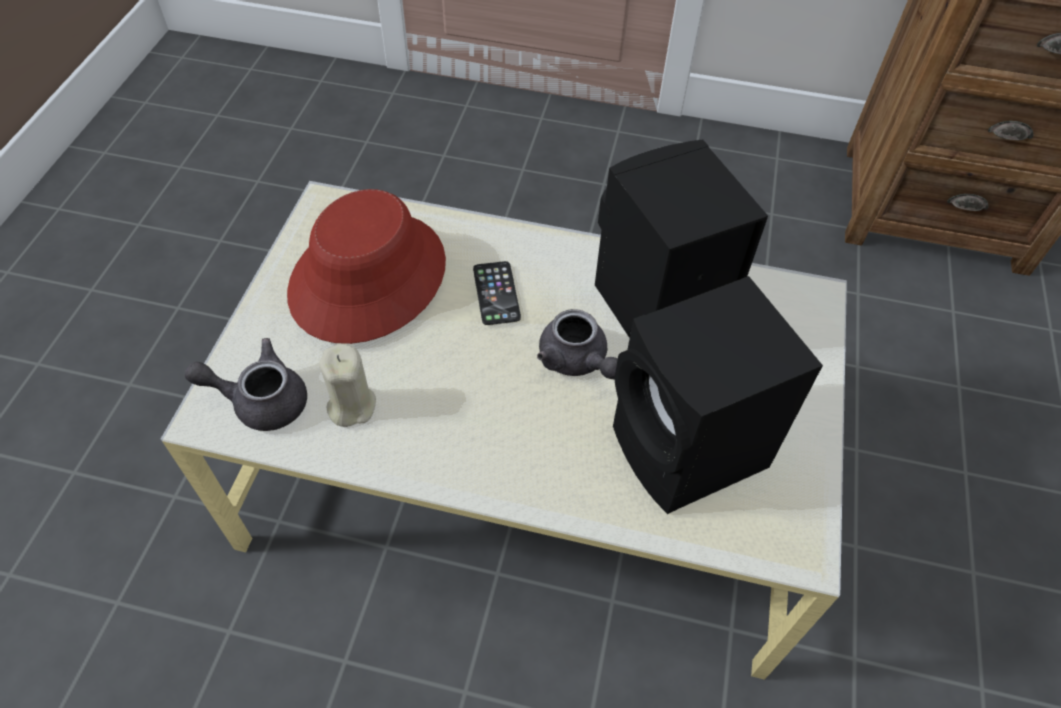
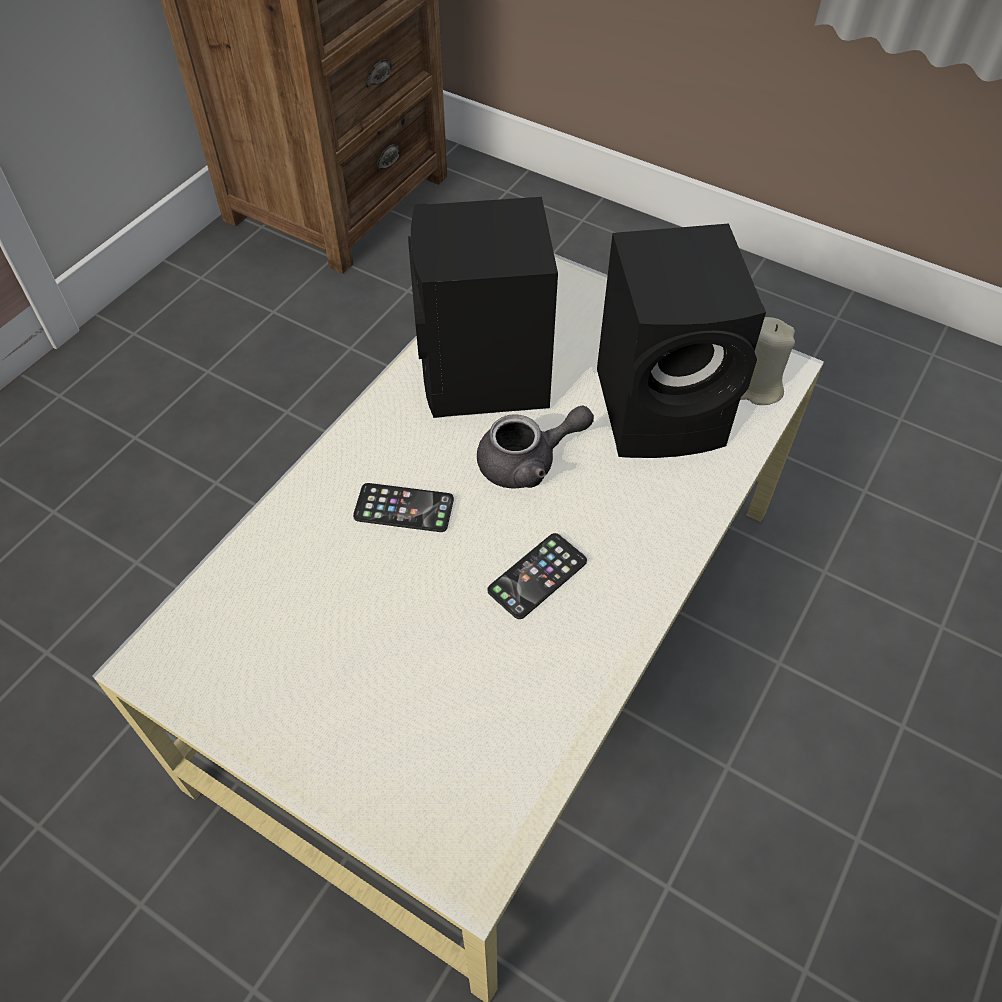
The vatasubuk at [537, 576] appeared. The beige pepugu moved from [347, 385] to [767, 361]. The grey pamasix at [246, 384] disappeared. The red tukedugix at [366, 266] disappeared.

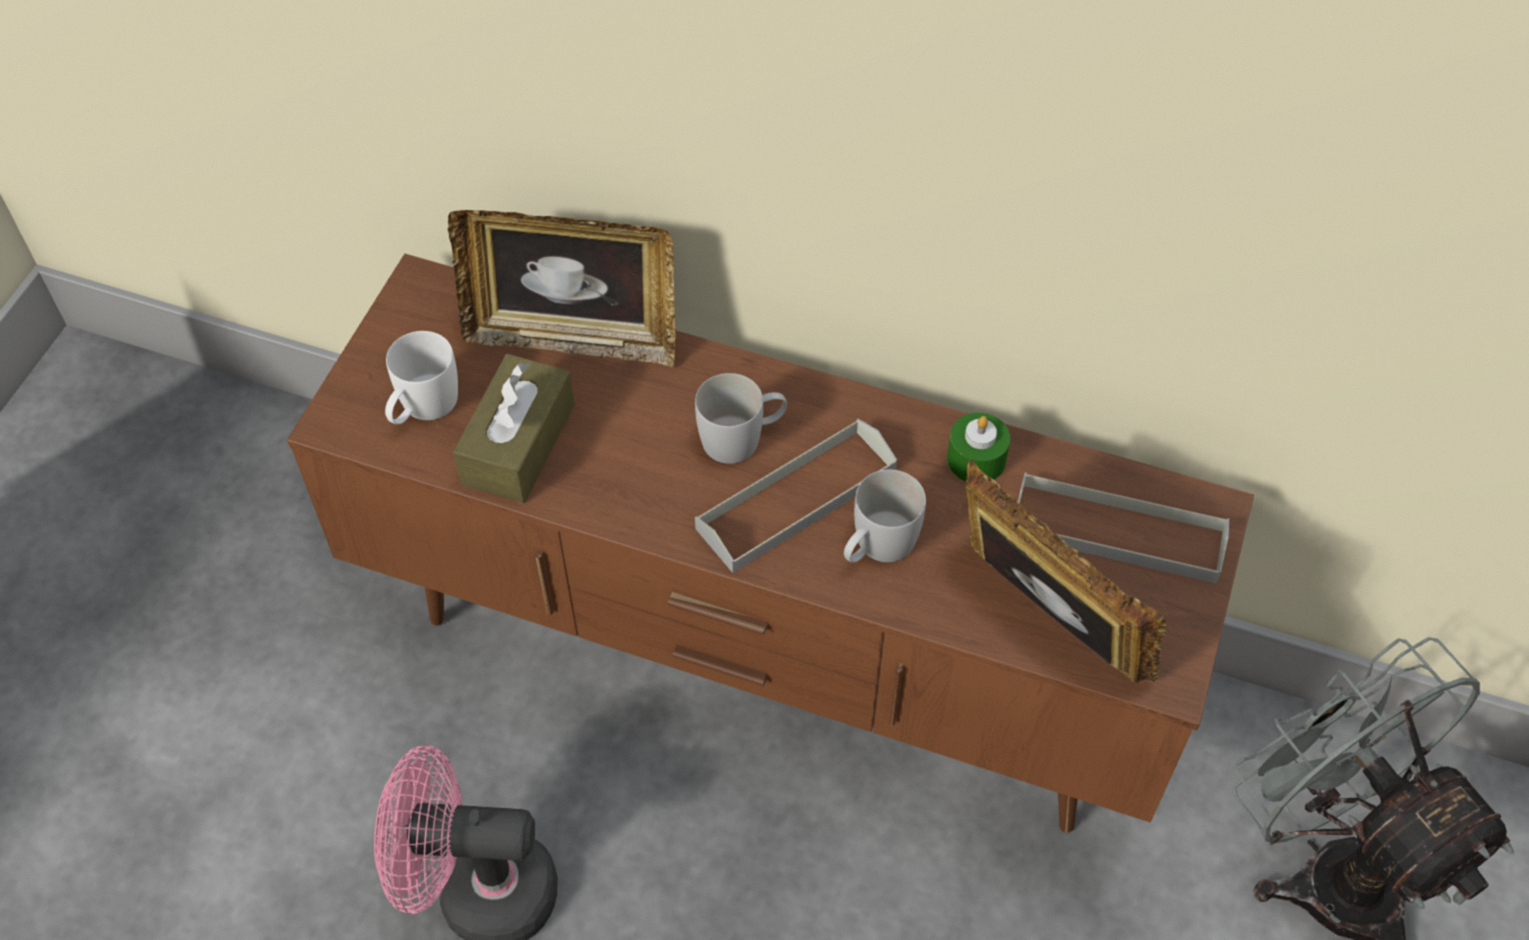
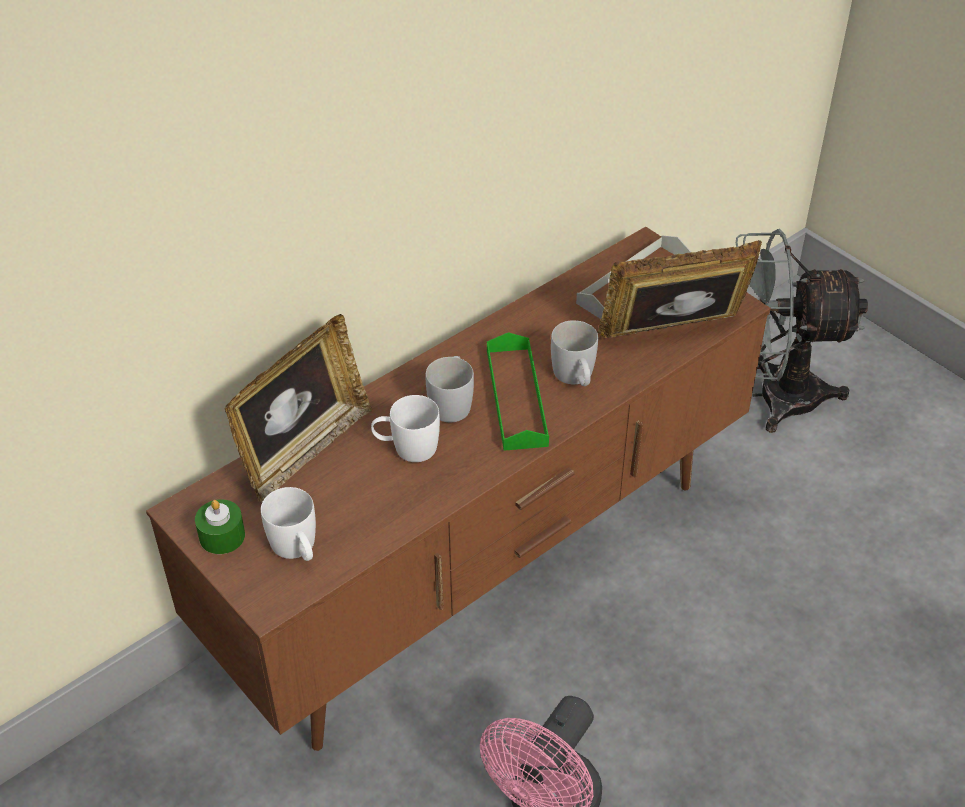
The green pepugu moved from [978, 447] to [220, 526]. The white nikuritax at [405, 428] appeared. The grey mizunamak at [796, 496] became the green mizunamak at [518, 391]. The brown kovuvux at [514, 428] disappeared.

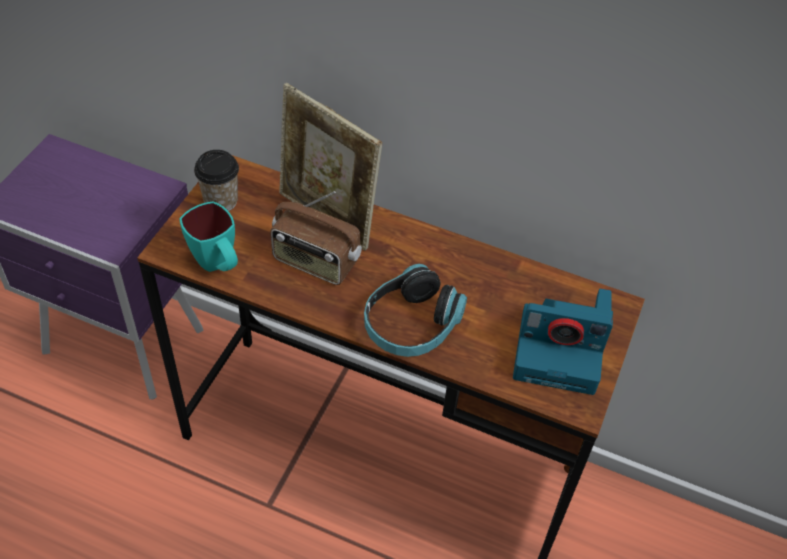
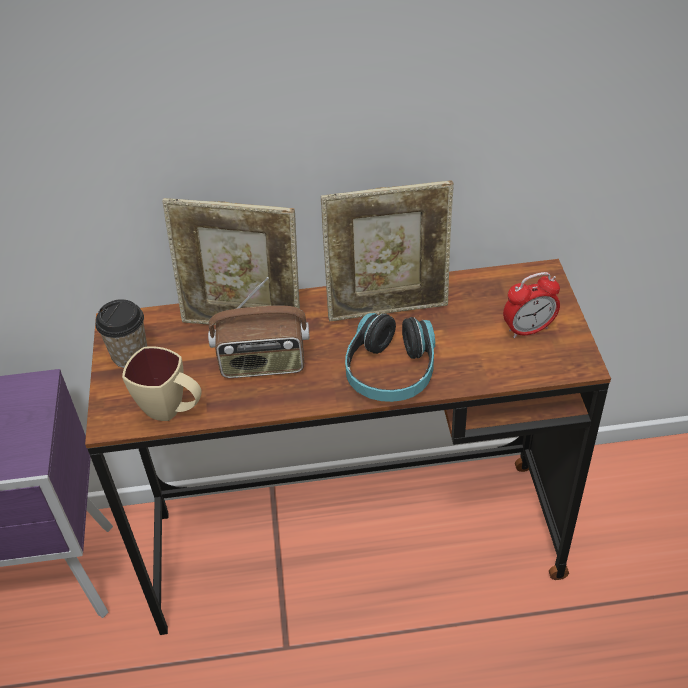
The turquoise nikuritax at [208, 237] became the beige nikuritax at [162, 383]. The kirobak at [387, 251] appeared. The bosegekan at [563, 341] was replaced by the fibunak at [531, 305].

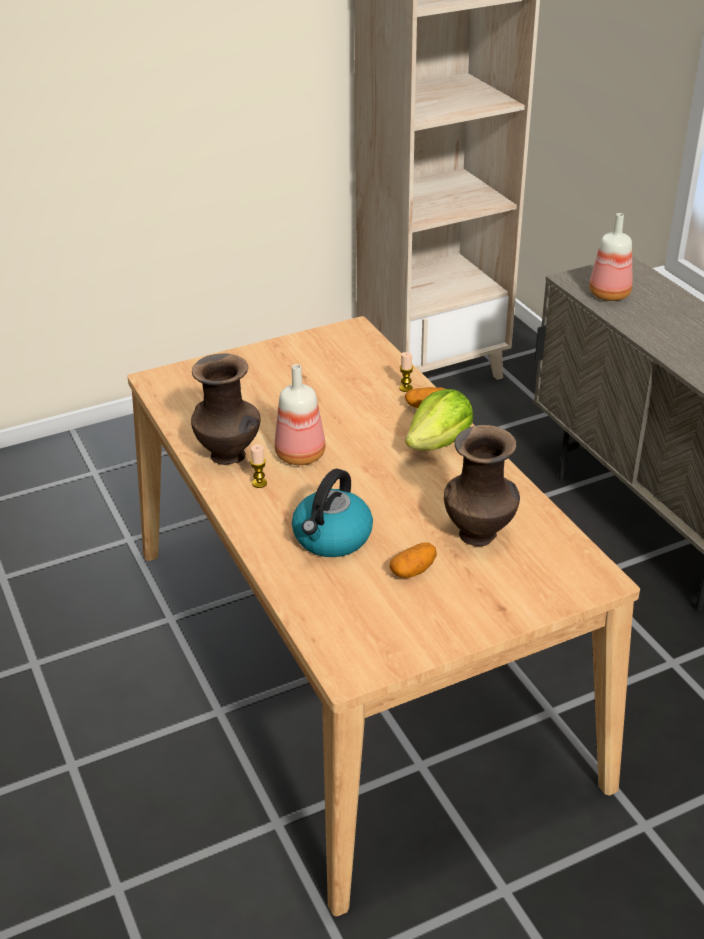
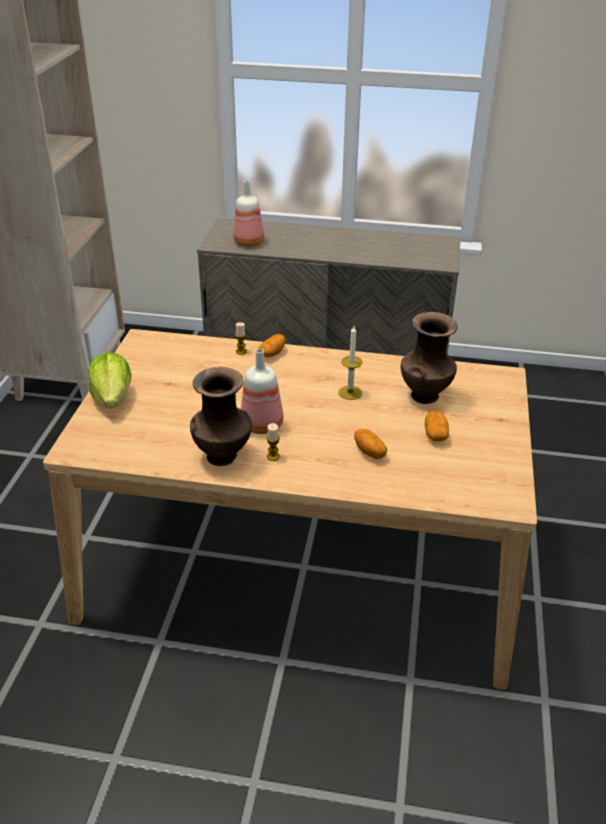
The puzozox moved from [439, 420] to [109, 380]. The pepugu at [350, 363] appeared. The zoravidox at [332, 513] was replaced by the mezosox at [370, 444].

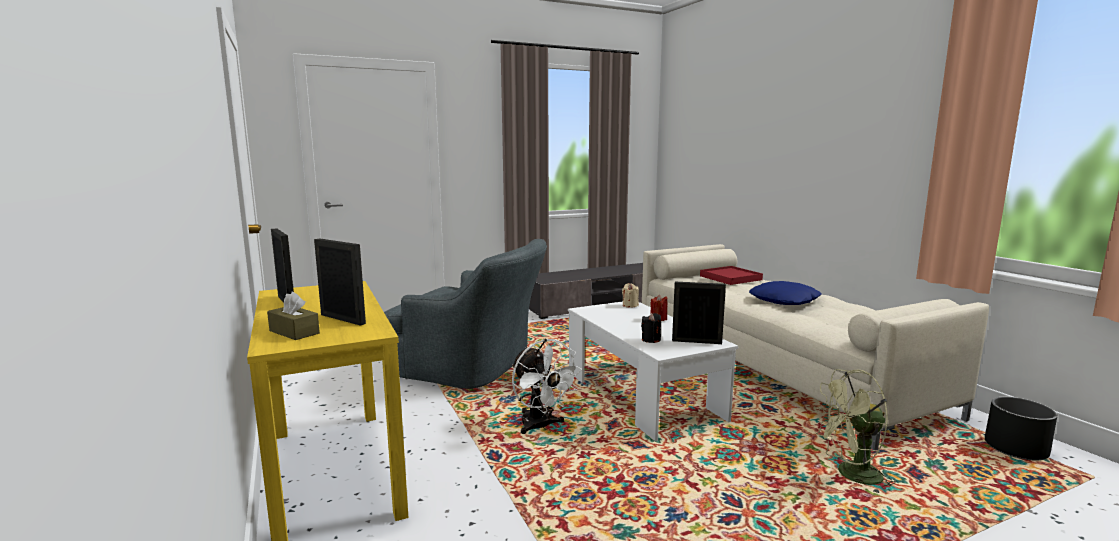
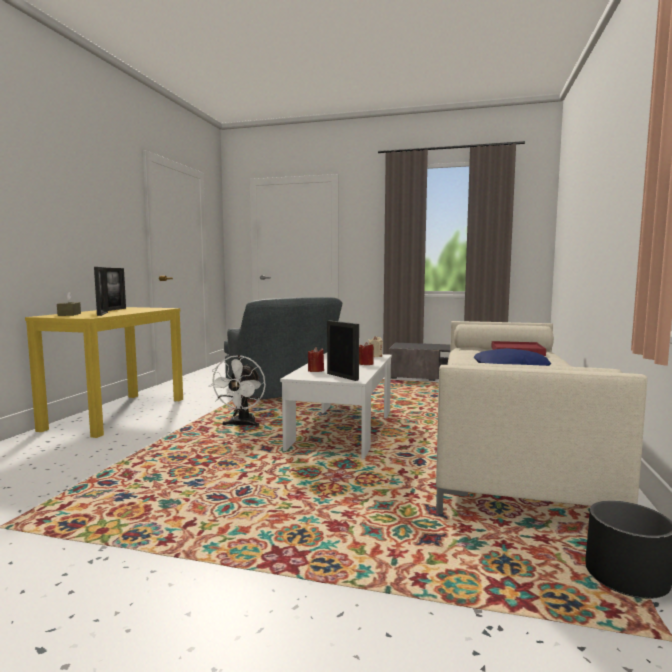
The black pepugu at [651, 328] became the red pepugu at [316, 359]. The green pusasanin at [855, 431] disappeared.

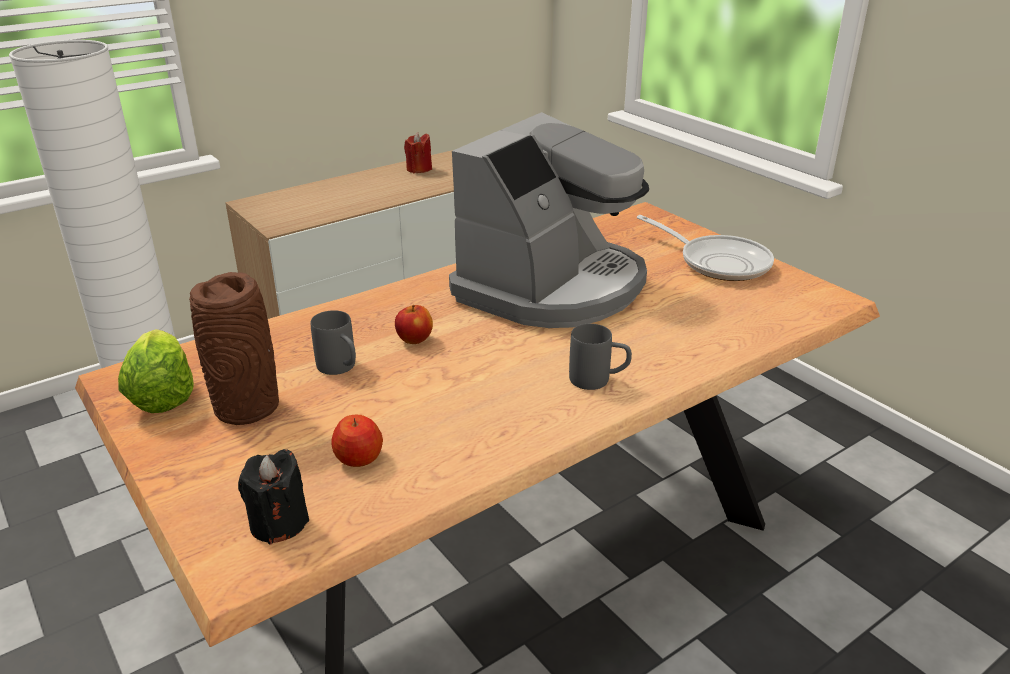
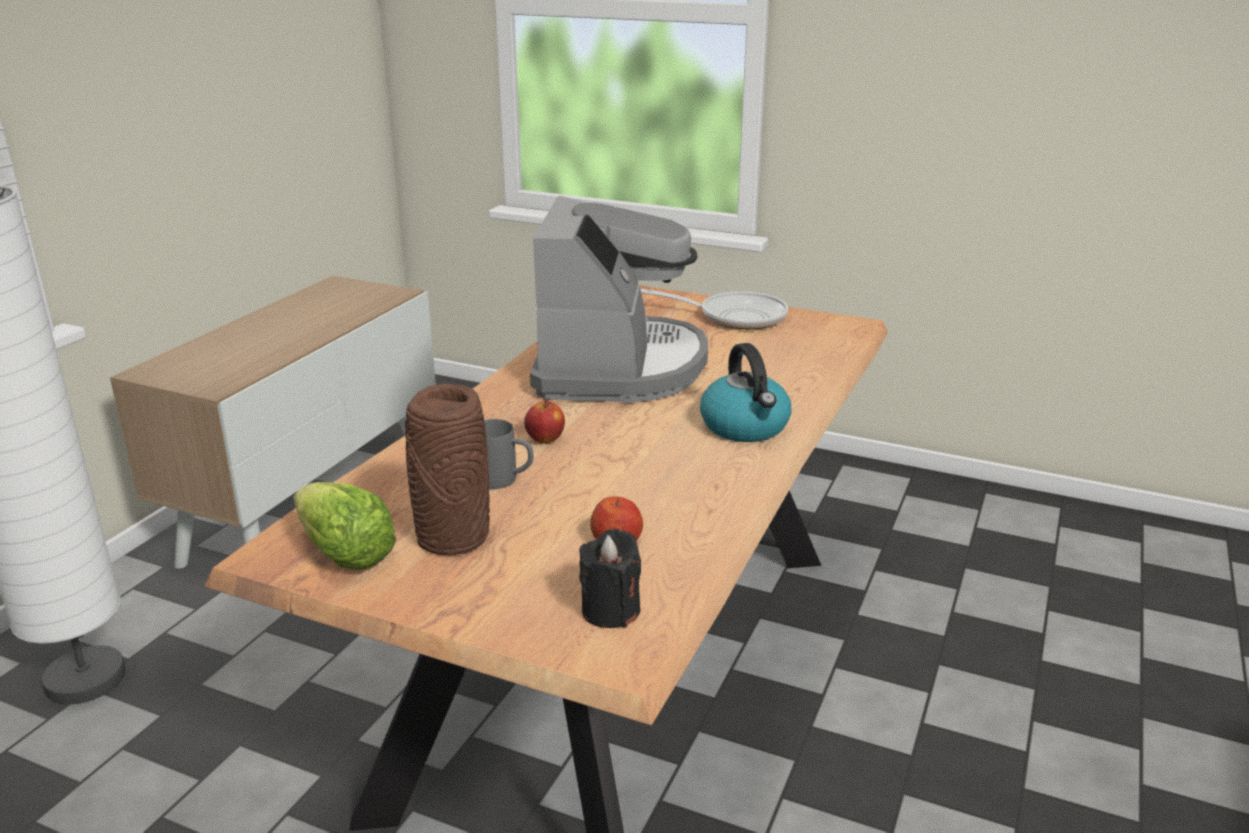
The grey nikuritax at [600, 357] was replaced by the zoravidox at [745, 392]. The red pepugu at [418, 152] disappeared.

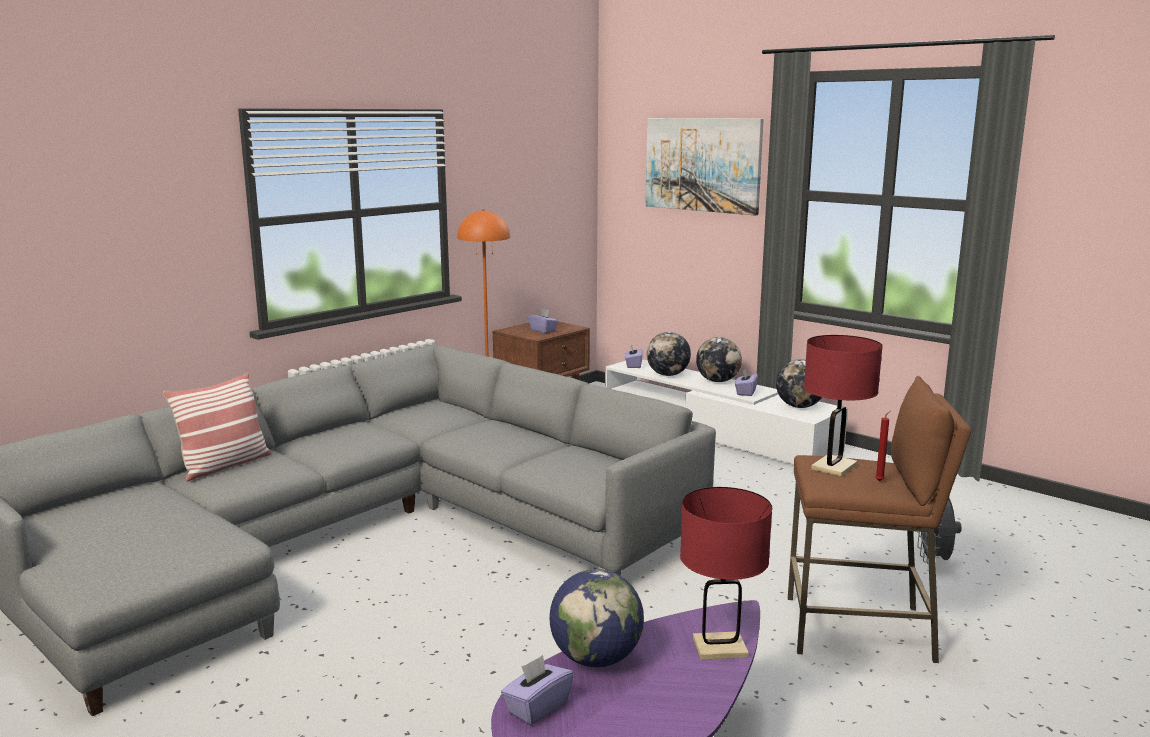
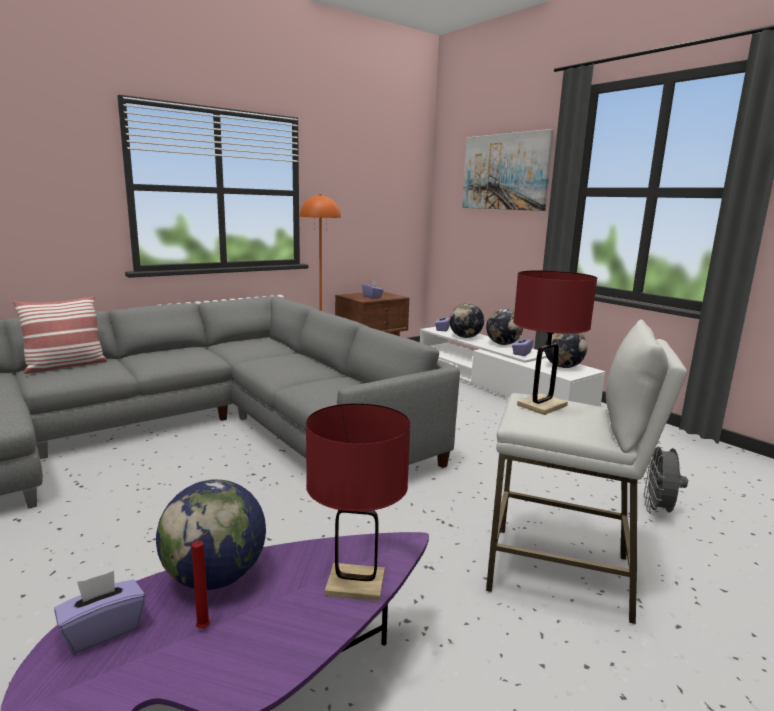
The red pepugu moved from [883, 445] to [200, 580]. The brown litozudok at [879, 519] became the white litozudok at [586, 471].

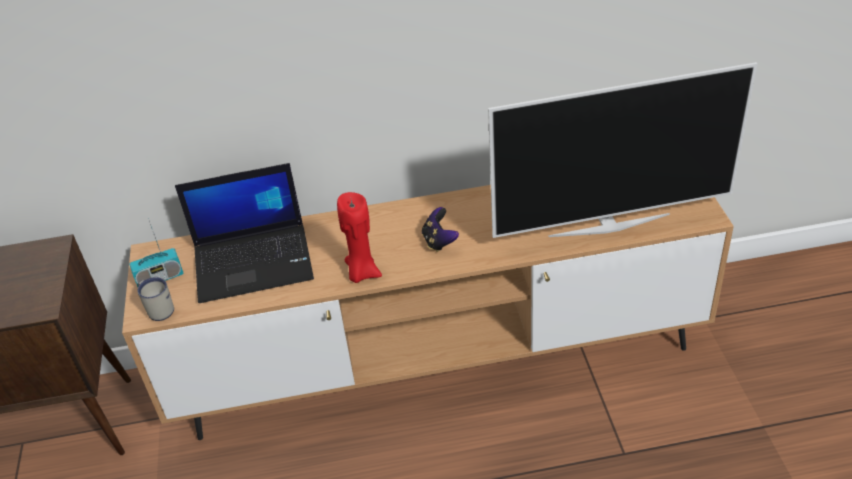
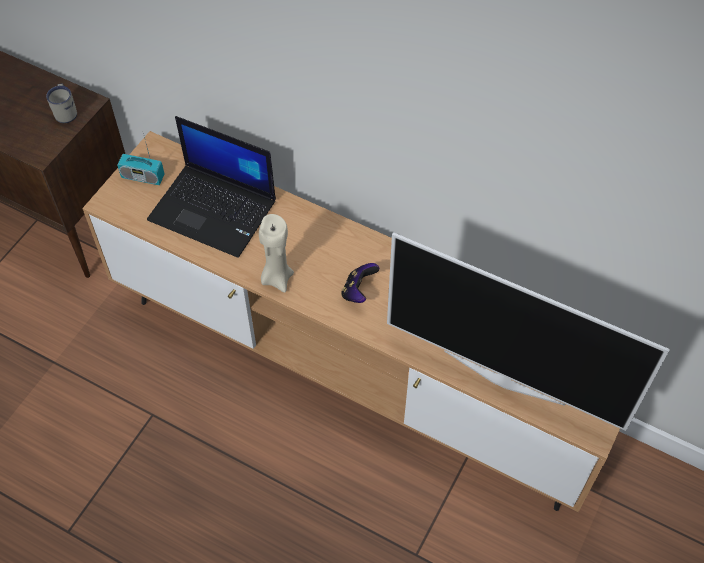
The white nikuritax moved from [155, 299] to [61, 103]. The red pepugu at [359, 237] became the beige pepugu at [276, 253].

